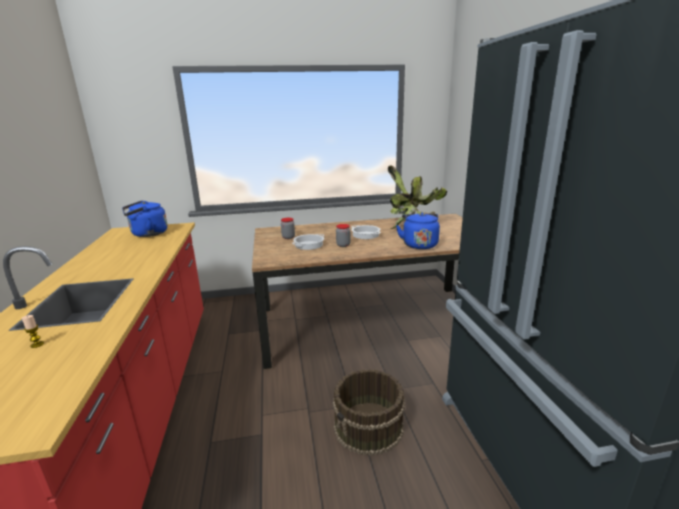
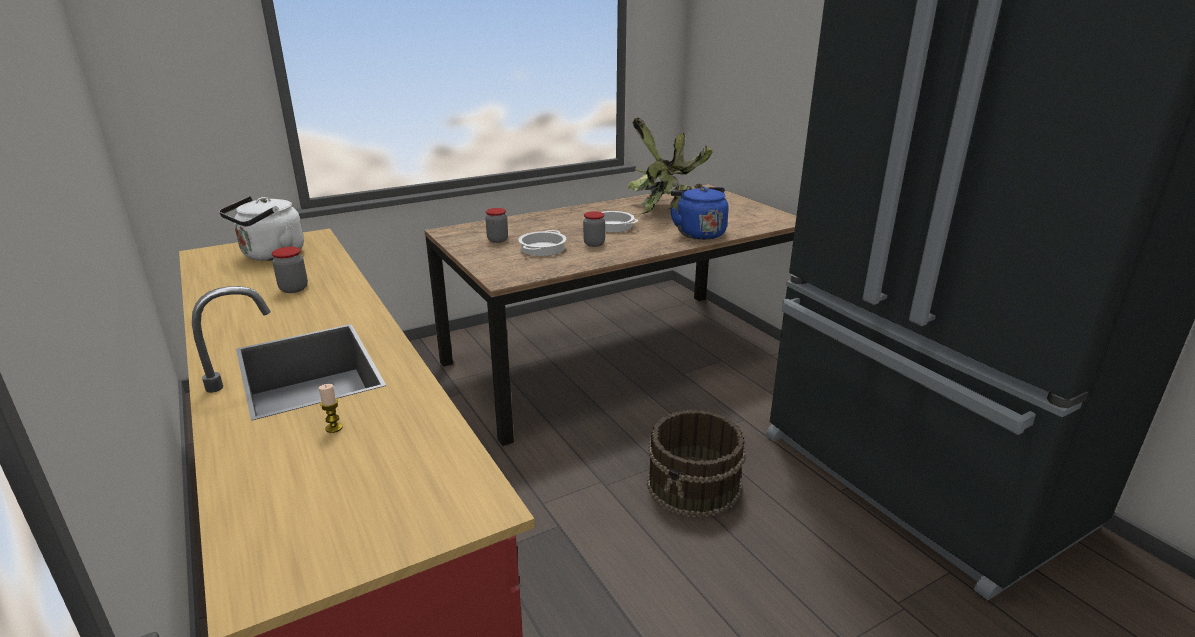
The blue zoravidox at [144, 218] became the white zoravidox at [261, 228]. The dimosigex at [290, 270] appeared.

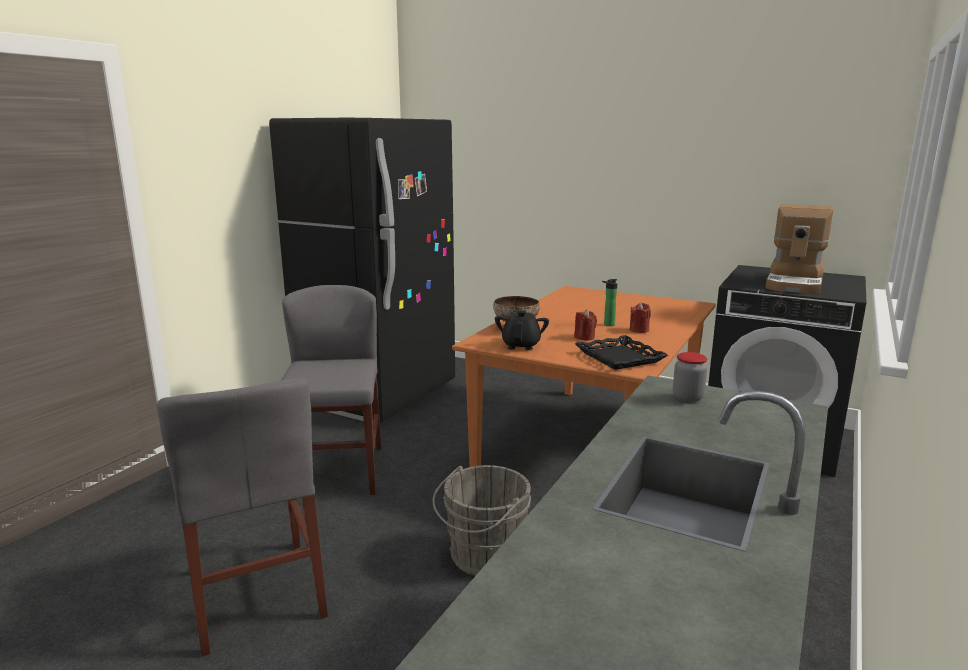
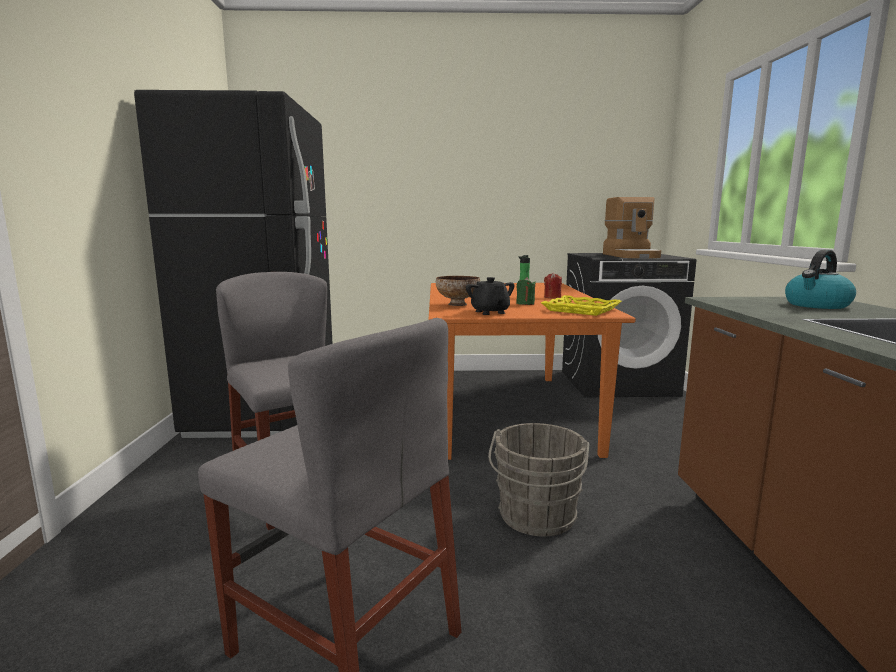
The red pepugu at [585, 324] became the green pepugu at [526, 291]. The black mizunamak at [621, 352] became the yellow mizunamak at [581, 305]. The zoravidox at [820, 279] appeared. The dimosigex at [690, 377] disappeared.

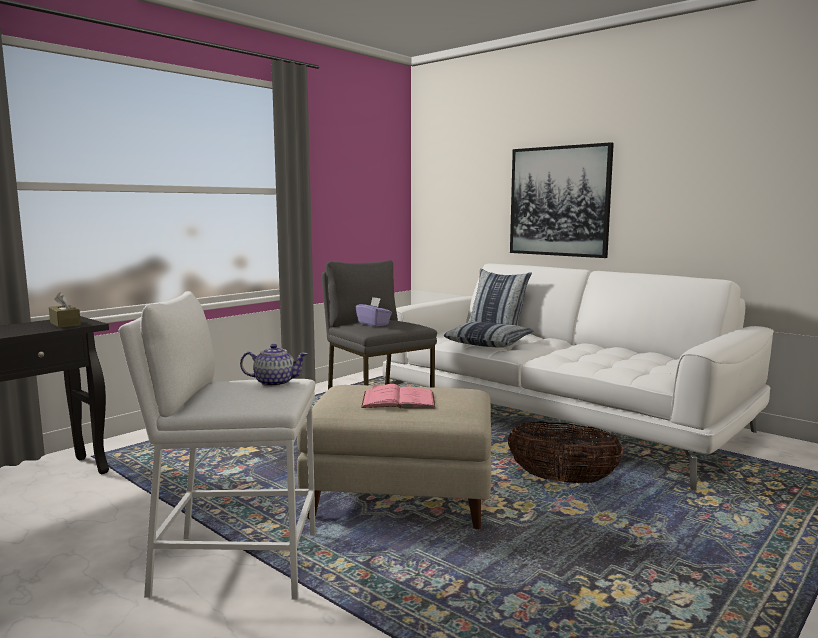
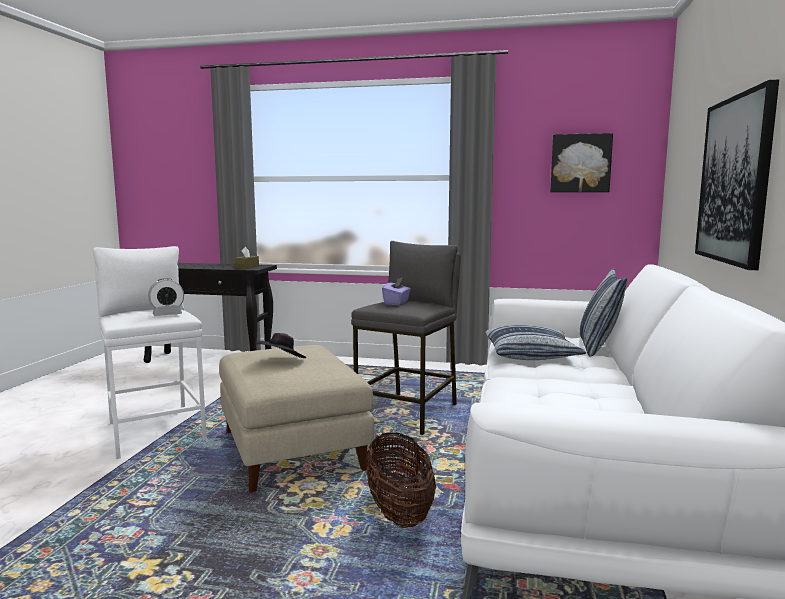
The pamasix at [274, 365] was replaced by the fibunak at [166, 297]. The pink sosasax at [398, 396] was replaced by the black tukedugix at [281, 345]. The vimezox at [581, 162] appeared.

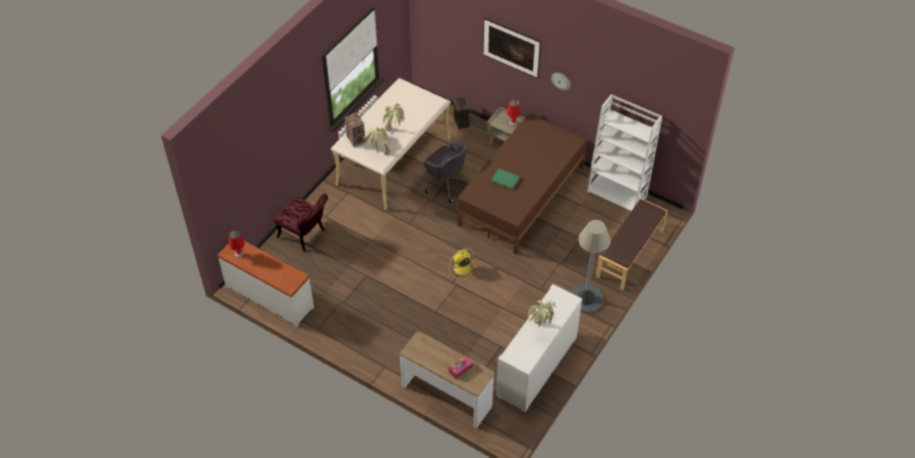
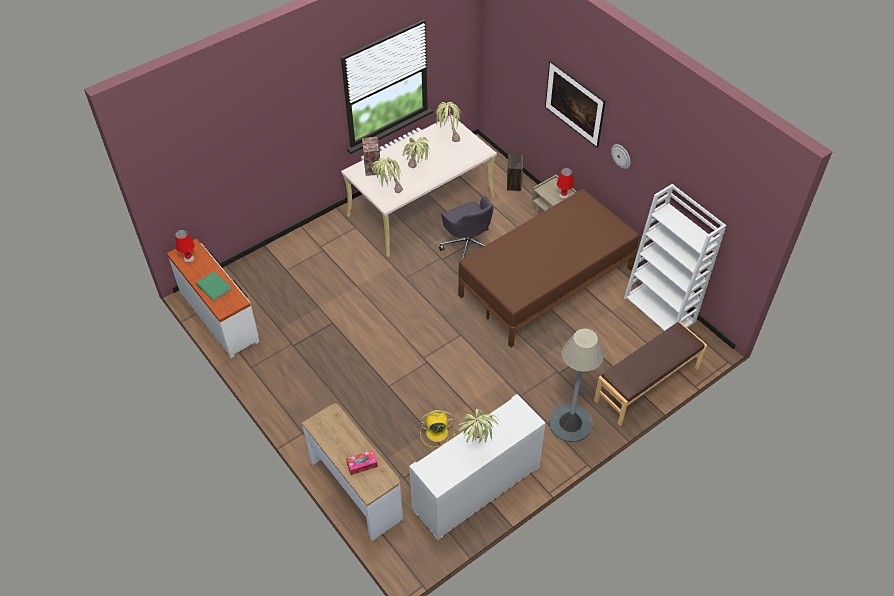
The green sosasax moved from [505, 179] to [214, 286]. The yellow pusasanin moved from [463, 264] to [437, 428]. The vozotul at [448, 122] appeared. The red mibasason at [301, 222] disappeared.

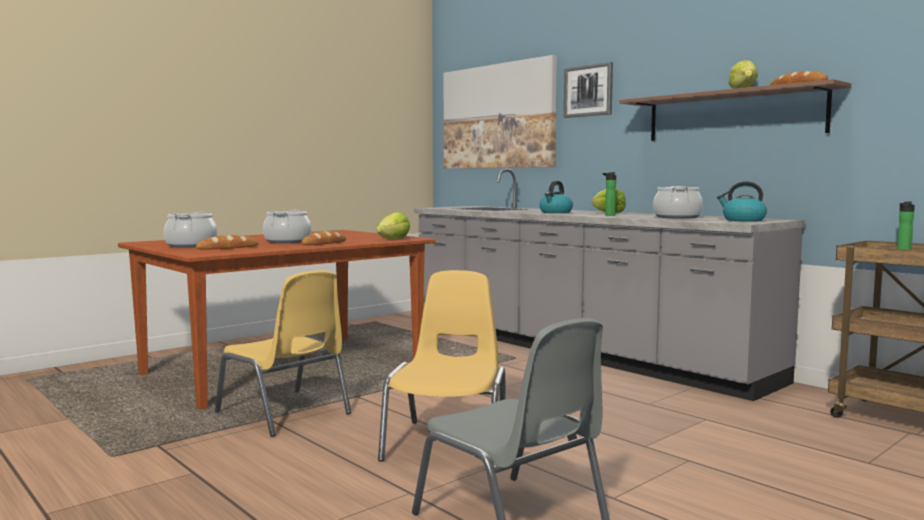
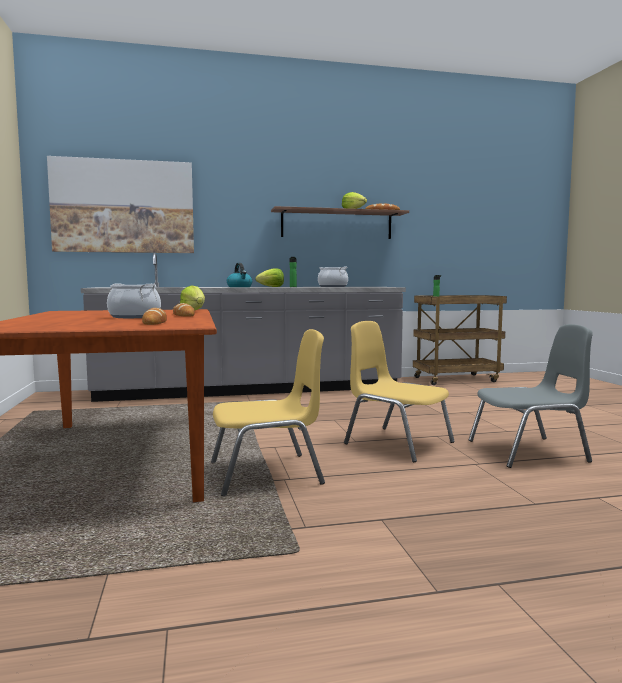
The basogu at [191, 230] disappeared. The vimezox at [588, 90] disappeared. The zoravidox at [742, 201] disappeared.

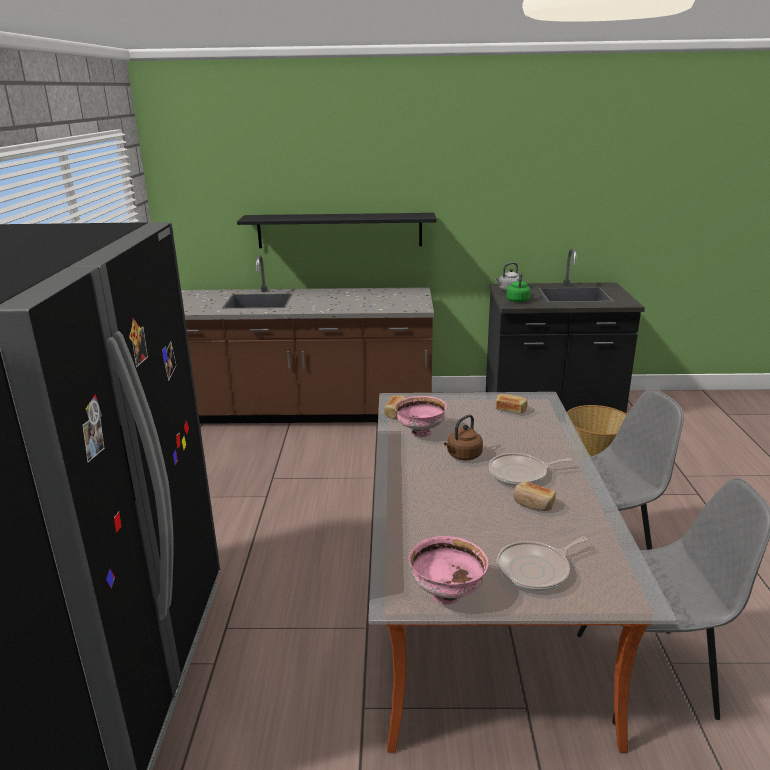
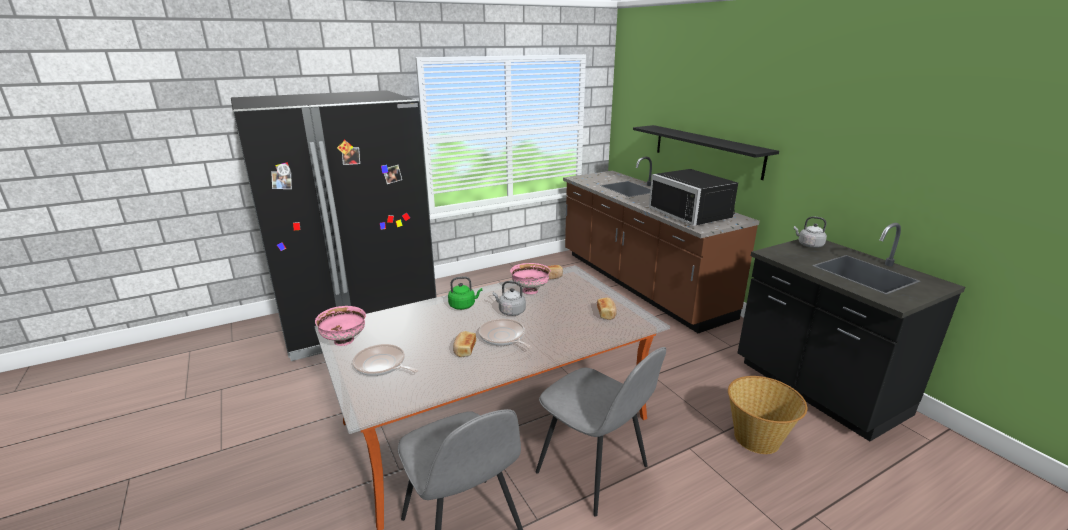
The green zoravidox moved from [518, 286] to [465, 293]. The brown zoravidox at [463, 437] became the grey zoravidox at [509, 298]. The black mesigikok at [693, 197] appeared.

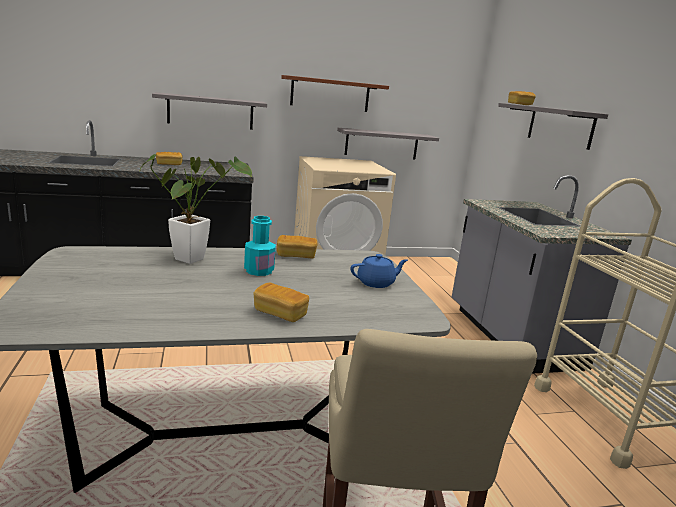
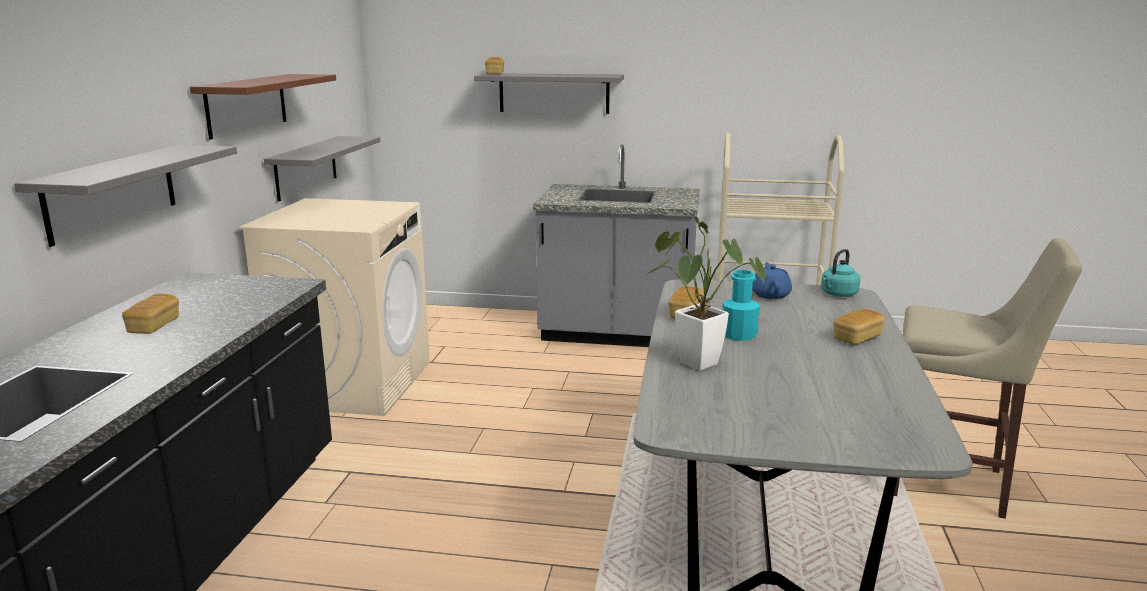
The turquoise zoravidox at [840, 273] appeared.

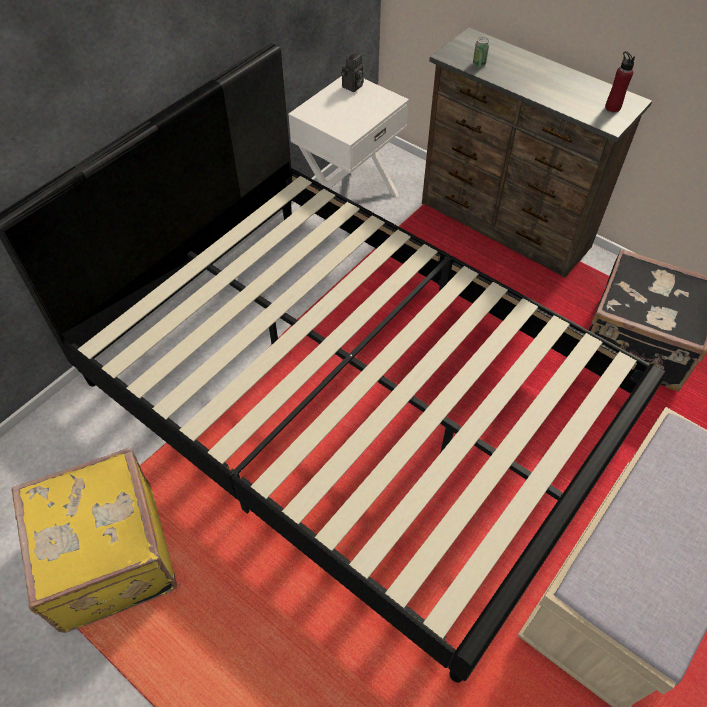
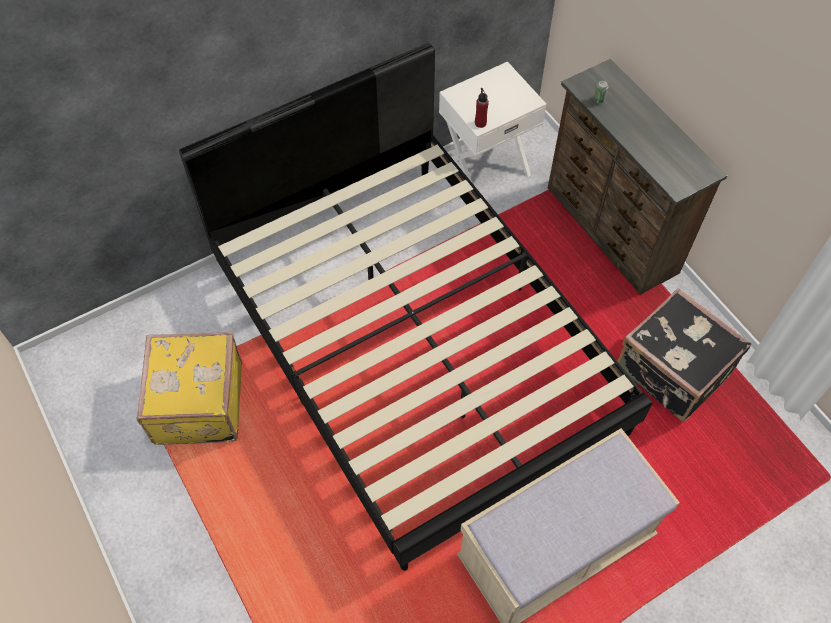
The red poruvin moved from [620, 81] to [482, 108]. The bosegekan at [352, 72] disappeared.

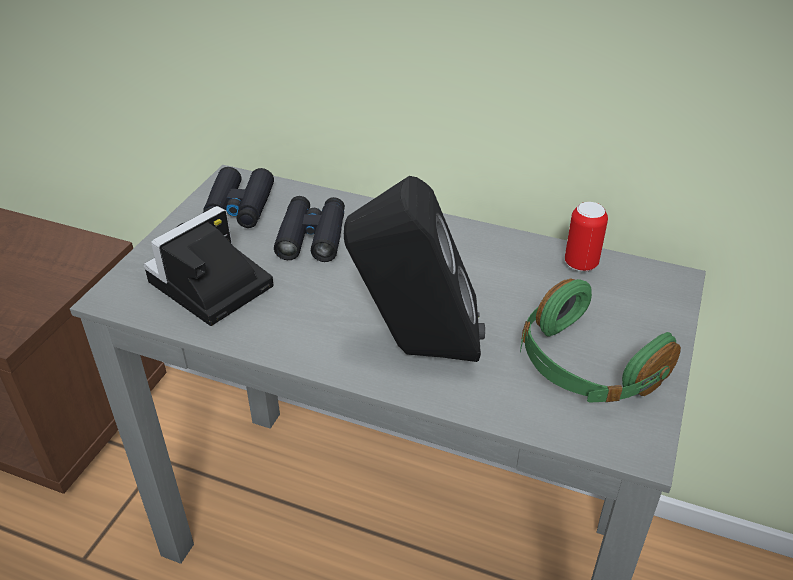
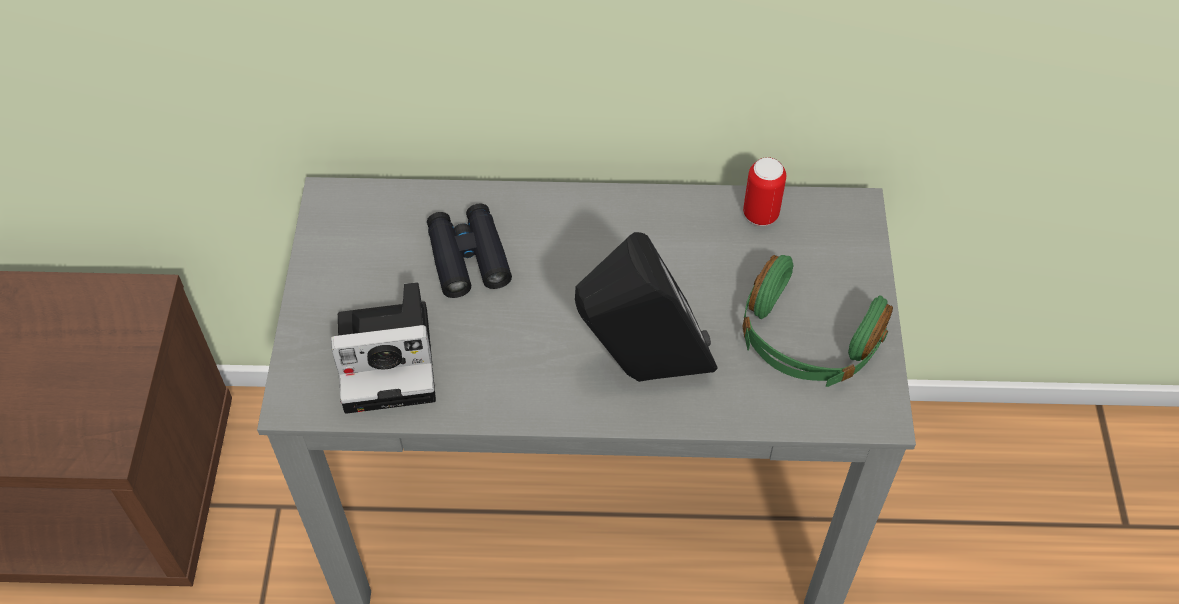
The bosegekan at [209, 266] turned 120 degrees counterclockwise. The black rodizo at [238, 197] disappeared.

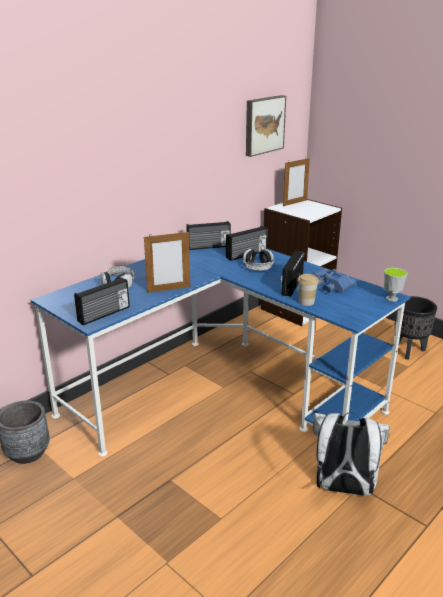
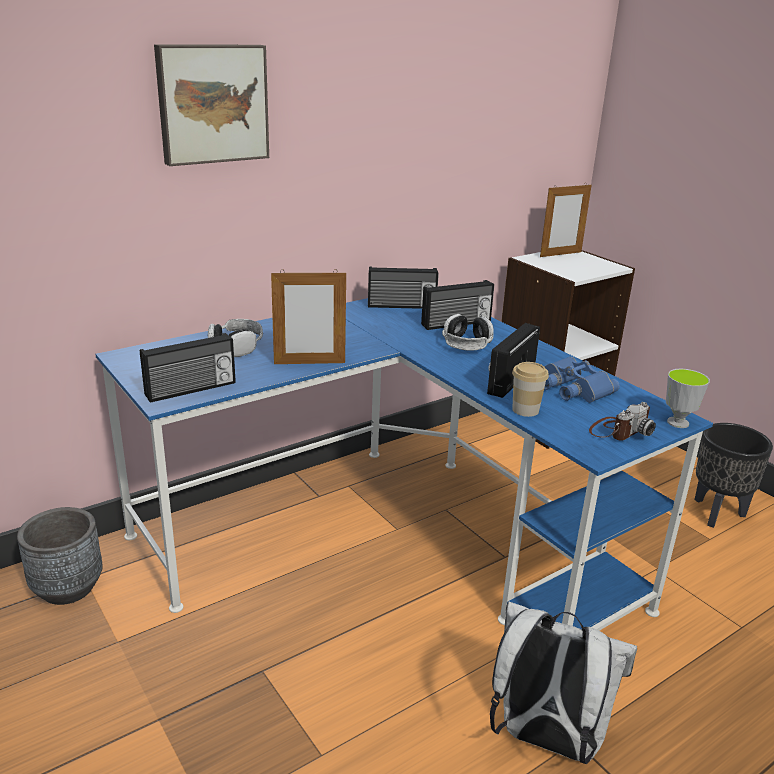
The vimezox moved from [266, 126] to [211, 105]. The bosegekan at [622, 421] appeared.

